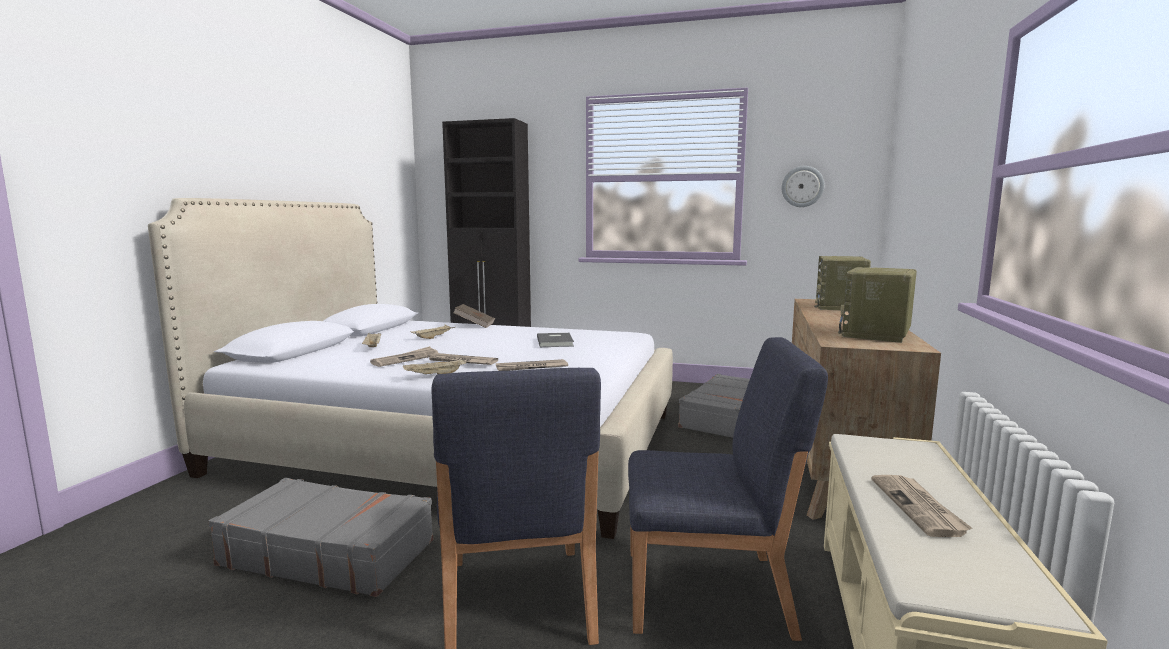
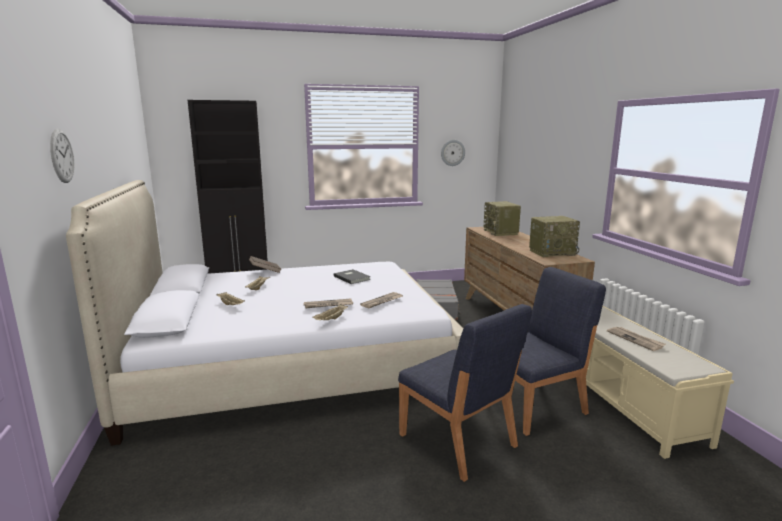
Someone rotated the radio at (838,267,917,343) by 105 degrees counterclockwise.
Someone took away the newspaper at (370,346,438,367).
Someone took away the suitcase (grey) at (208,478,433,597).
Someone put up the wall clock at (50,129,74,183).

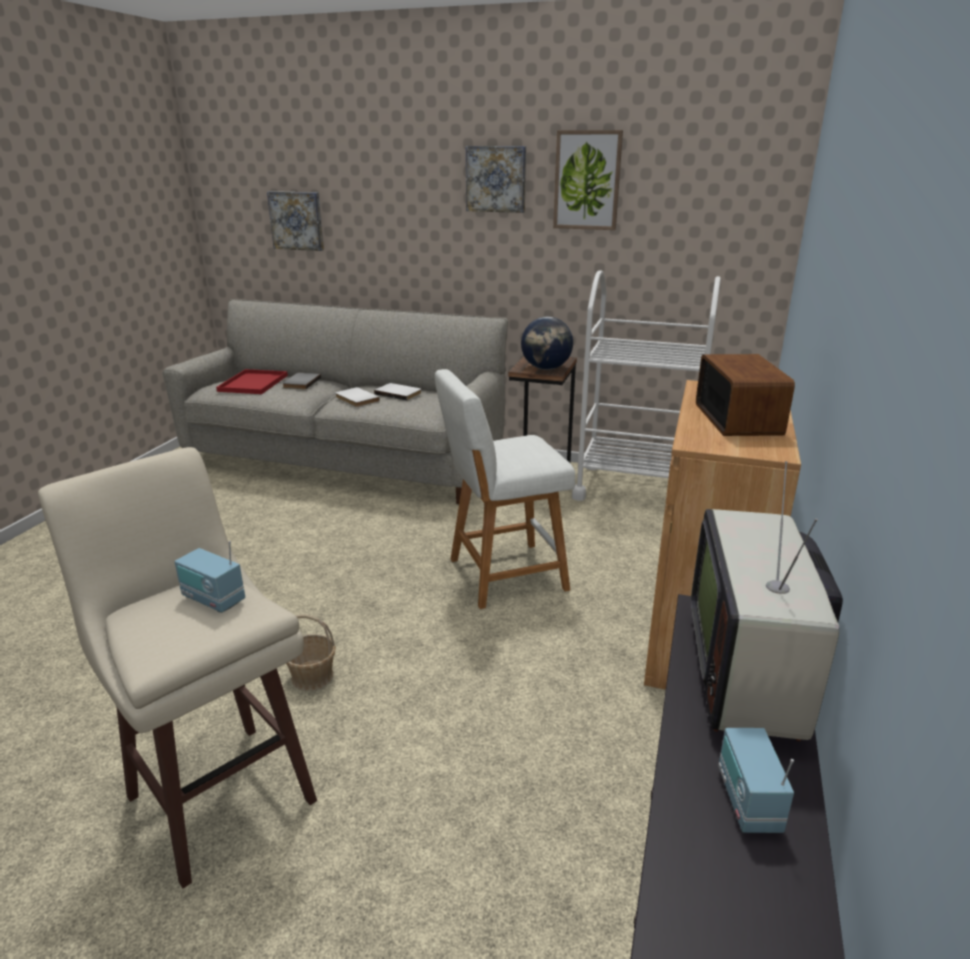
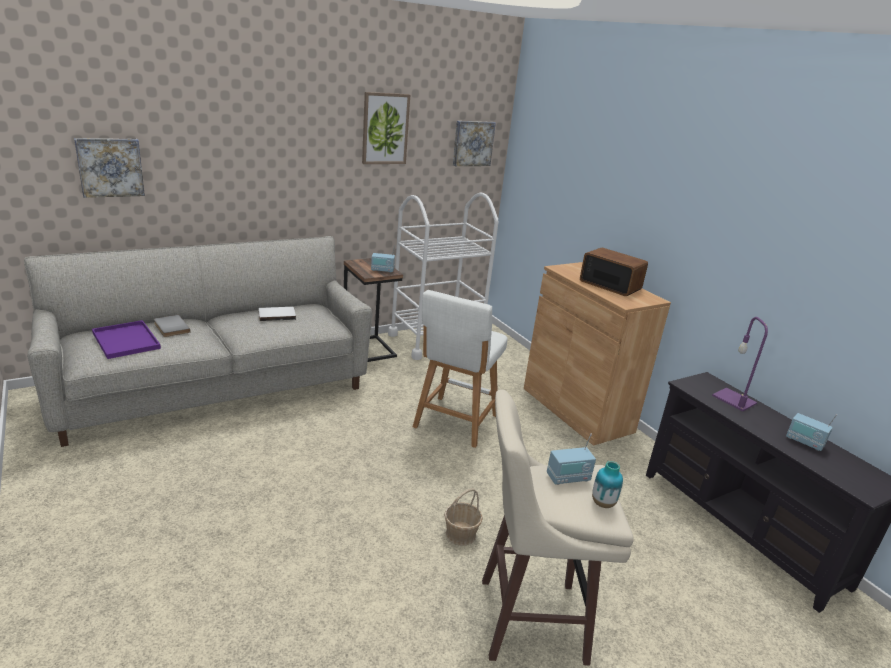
Someone carried the picture from (466,146,526,213) to (453,121,496,166).
Someone swapped the globe at (521,317,573,370) for the radio at (371,246,395,273).
Someone repainted the tray (red) at (216,369,288,394), which became the tray (purple) at (92,320,161,359).
Someone took away the book (white) at (335,387,380,407).
Someone swapped the television at (691,461,843,742) for the table lamp (purple) at (712,317,768,411).
Someone put down the vase at (592,461,623,508).

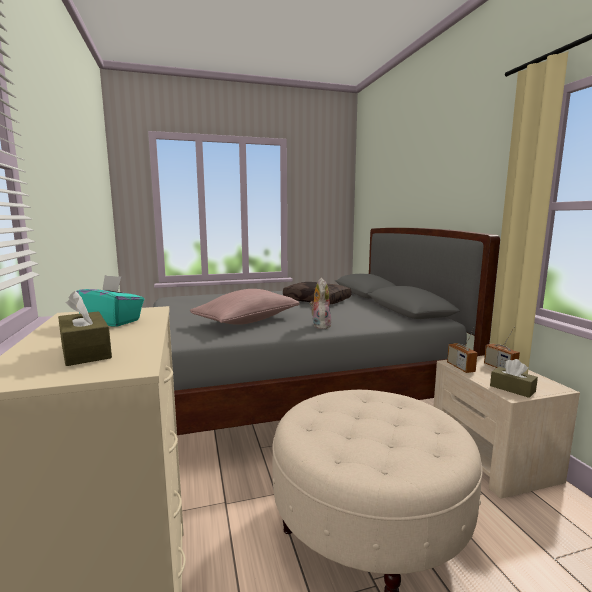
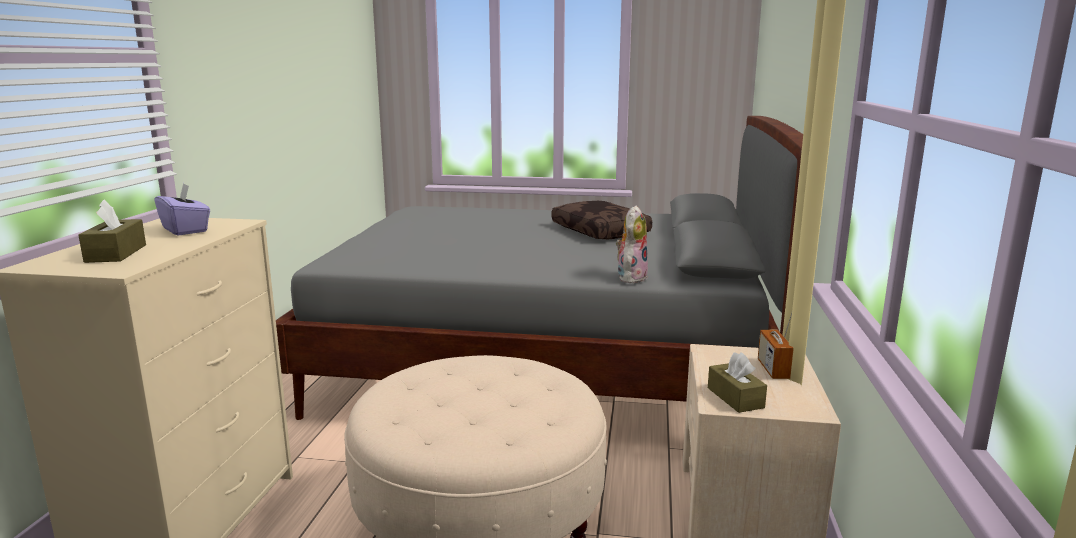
Someone repainted the tissue box (turquoise) at (76,275,144,327), which became the tissue box (purple) at (154,183,210,236).
Someone carried the plush toy from (310,278,331,329) to (616,205,648,283).
Someone took away the pillow (pink) at (190,289,300,325).
Someone took away the radio at (447,327,477,373).

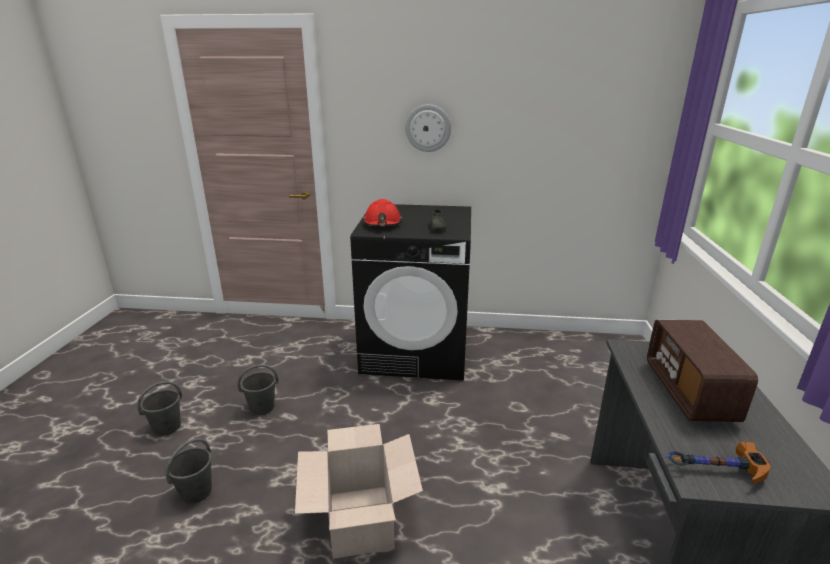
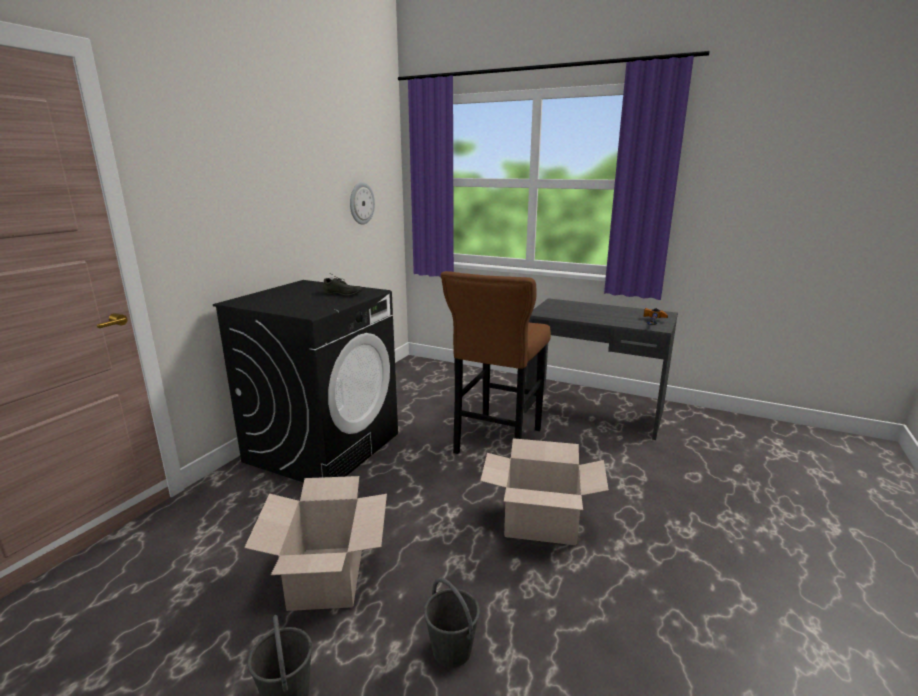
Someone carried the wall clock from (405,104,451,152) to (350,182,375,225).
Someone took away the hard hat (red) at (363,199,402,226).
Someone took away the radio at (647,320,758,422).
Someone swapped the bucket (grey) at (237,364,279,415) for the cardboard box at (244,476,387,611).
Someone put down the stool (brown) at (440,271,551,454).

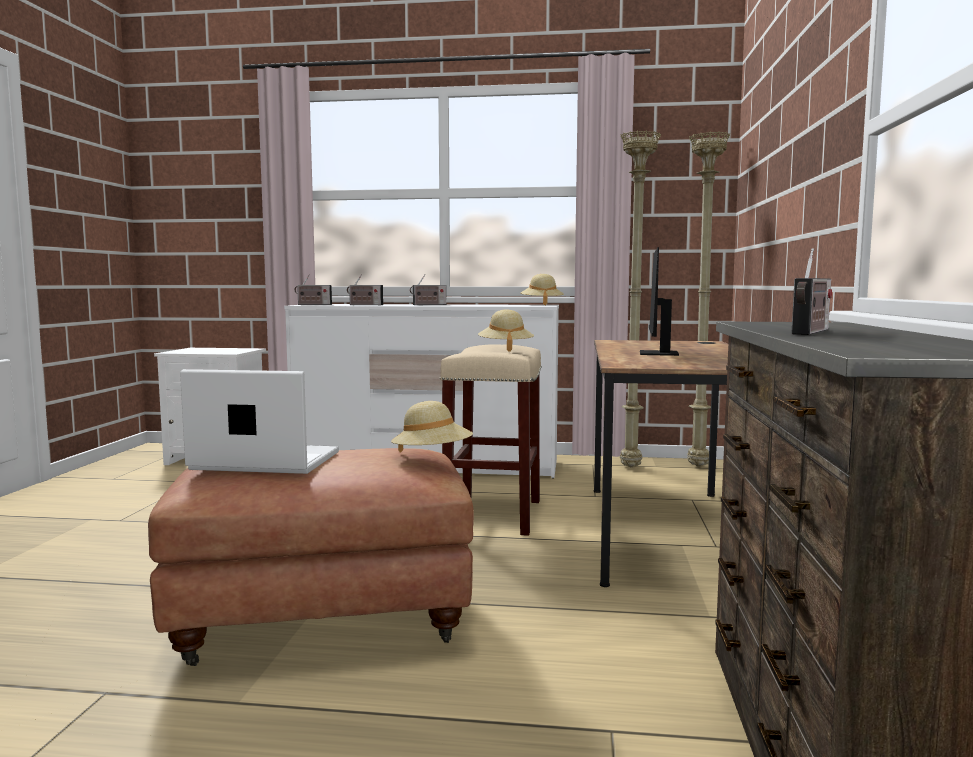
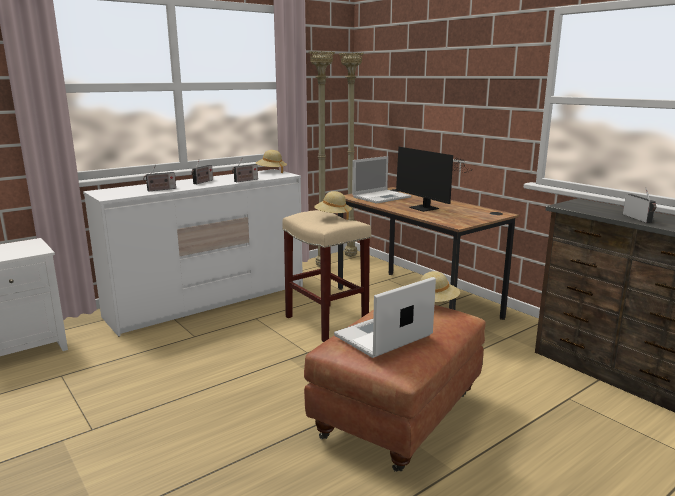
Someone carried the radio from (294,274,332,305) to (232,159,258,182).
Someone put down the laptop at (352,156,411,204).

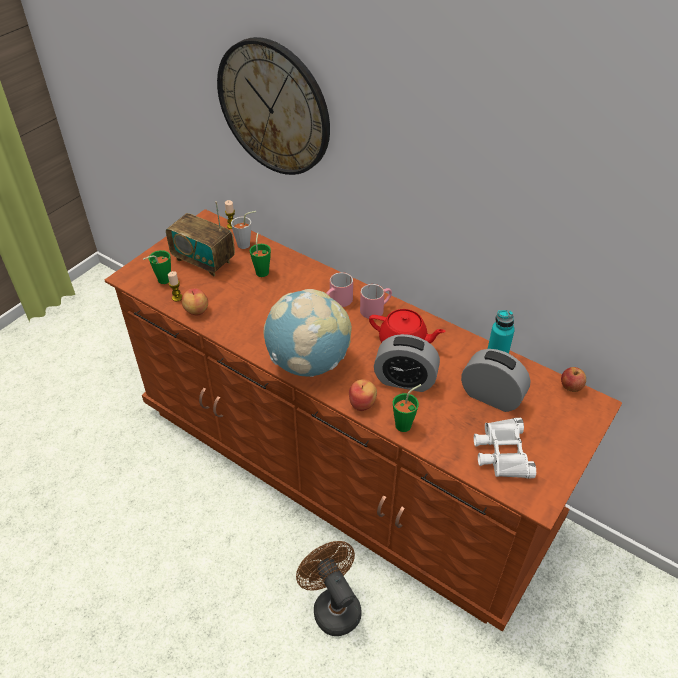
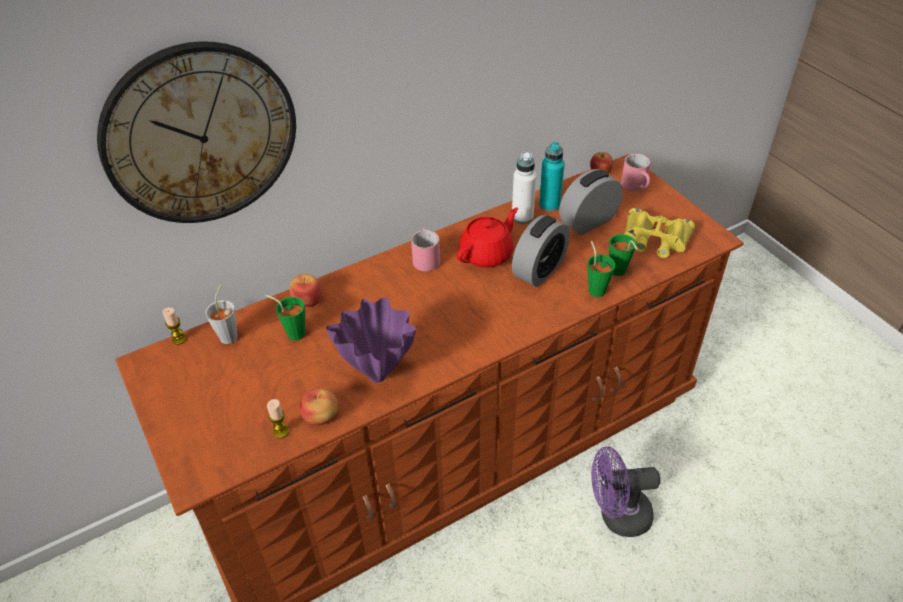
Someone took away the radio at (166,201,235,276).
Someone carried the cup (green) from (143,250,171,284) to (609,234,638,276).
Someone carried the mug (pink) from (326,272,353,307) to (621,154,651,192).
Someone took away the globe at (264,289,352,377).
Someone carried the apple from (349,379,377,411) to (290,274,323,307).
Someone repainted the binoculars (white) at (474,418,536,478), which became the binoculars (yellow) at (625,208,695,258).
Someone repainted the fan (brown) at (296,541,362,636), which became the fan (purple) at (591,446,661,537).
Someone put down the bottle (white) at (512,151,536,224).
Someone put down the vase (purple) at (326,298,416,383).

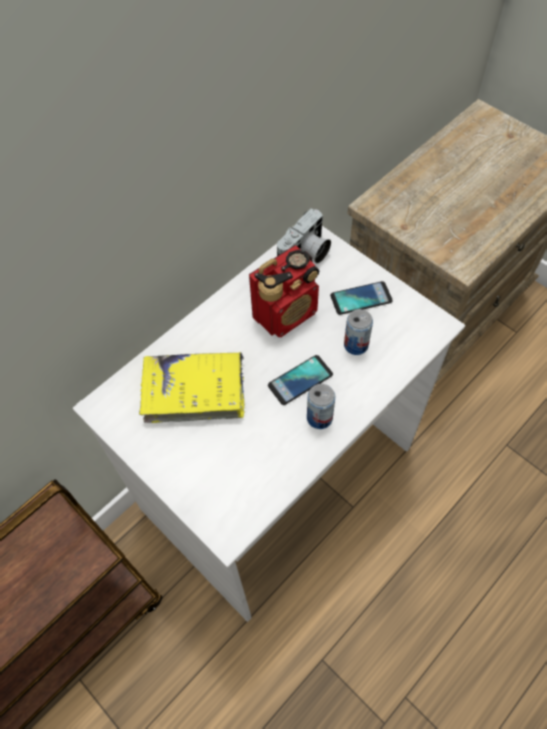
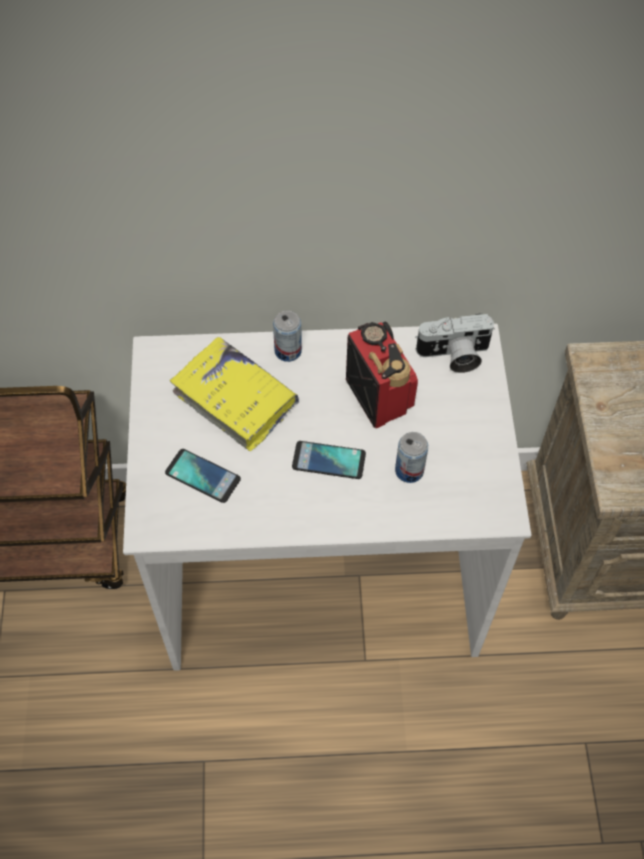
Someone rotated the radio at (249,245,319,337) by 120 degrees counterclockwise.
Someone carried the phone from (330,281,393,315) to (165,449,241,503).
Someone carried the can from (307,384,335,429) to (273,310,302,362).

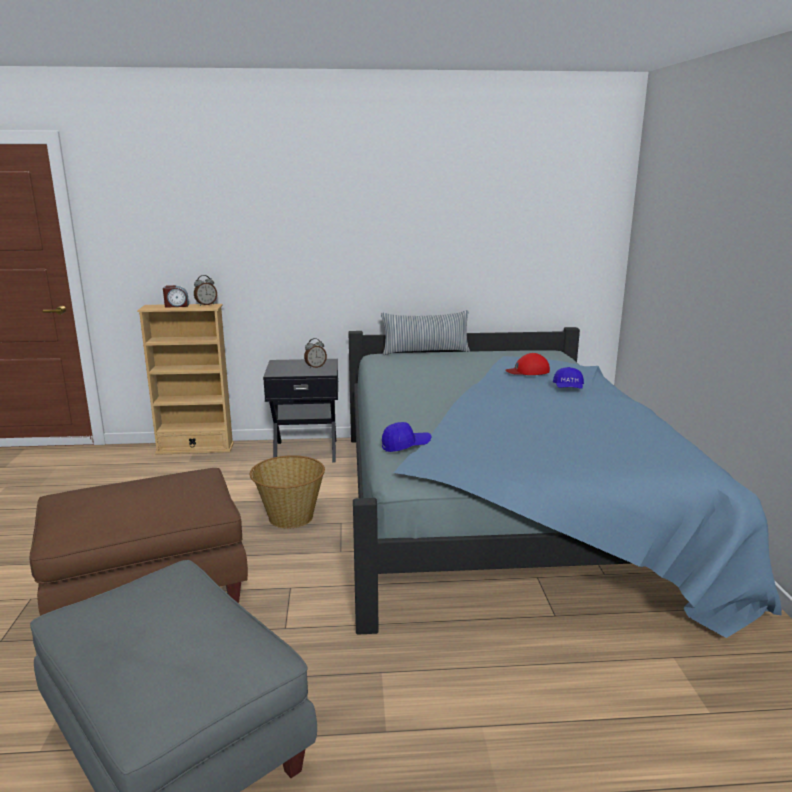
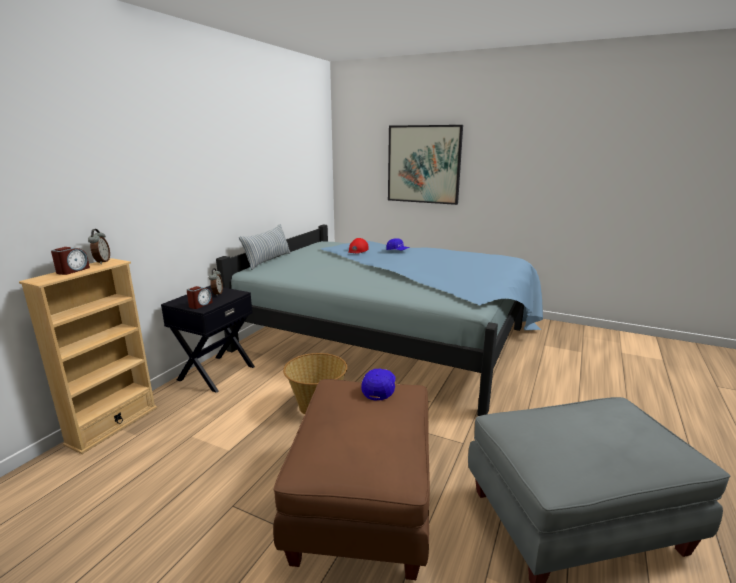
Someone carried the cap (blue) from (382,422,431,452) to (361,369,396,401).
Someone put up the picture at (388,125,463,205).
Someone put down the alarm clock at (187,286,213,309).

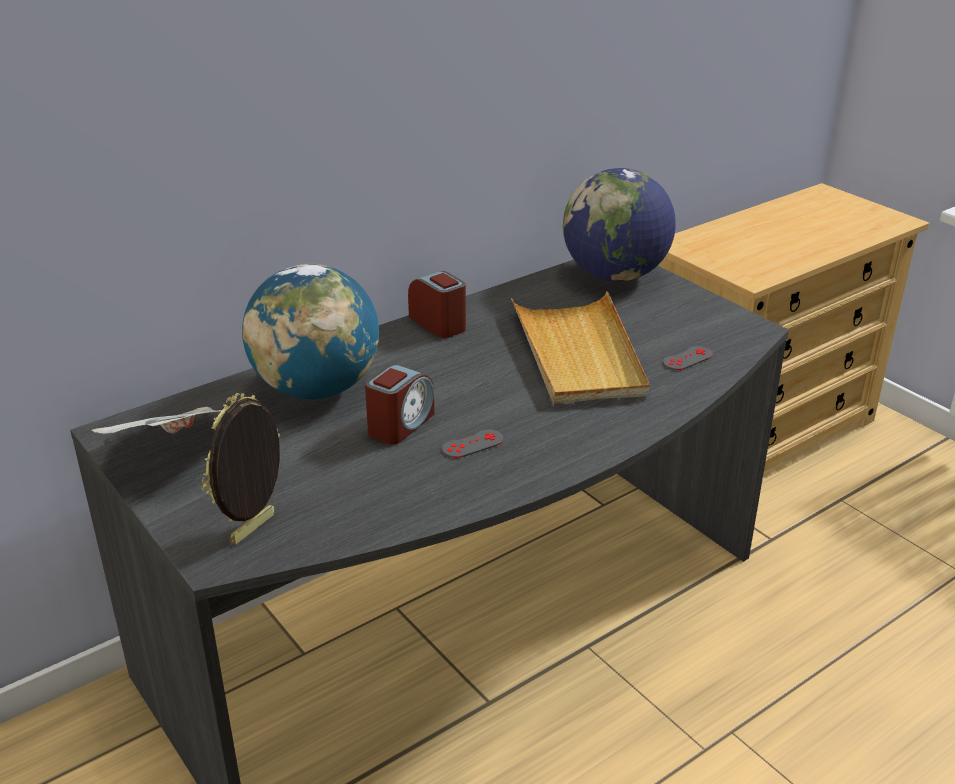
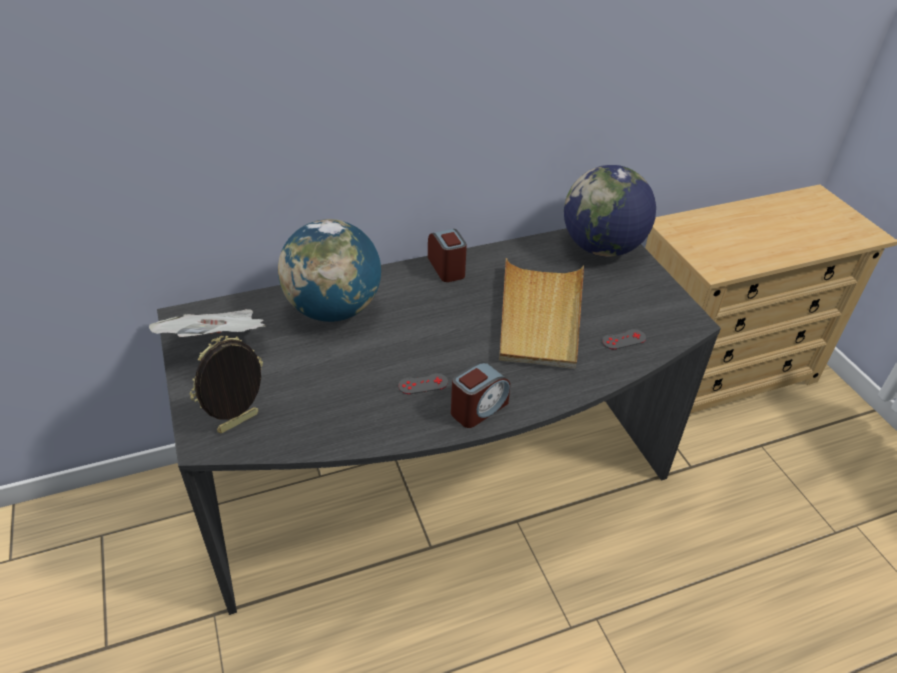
Someone carried the alarm clock from (365,364,434,445) to (451,362,510,428).

